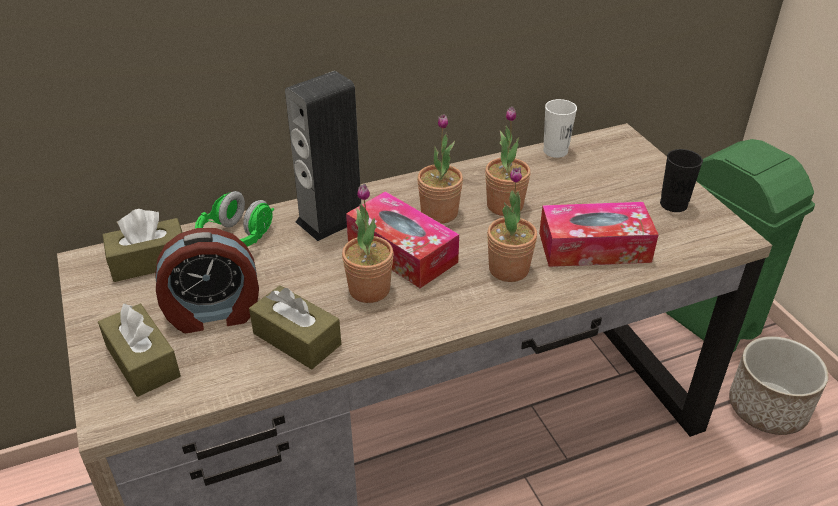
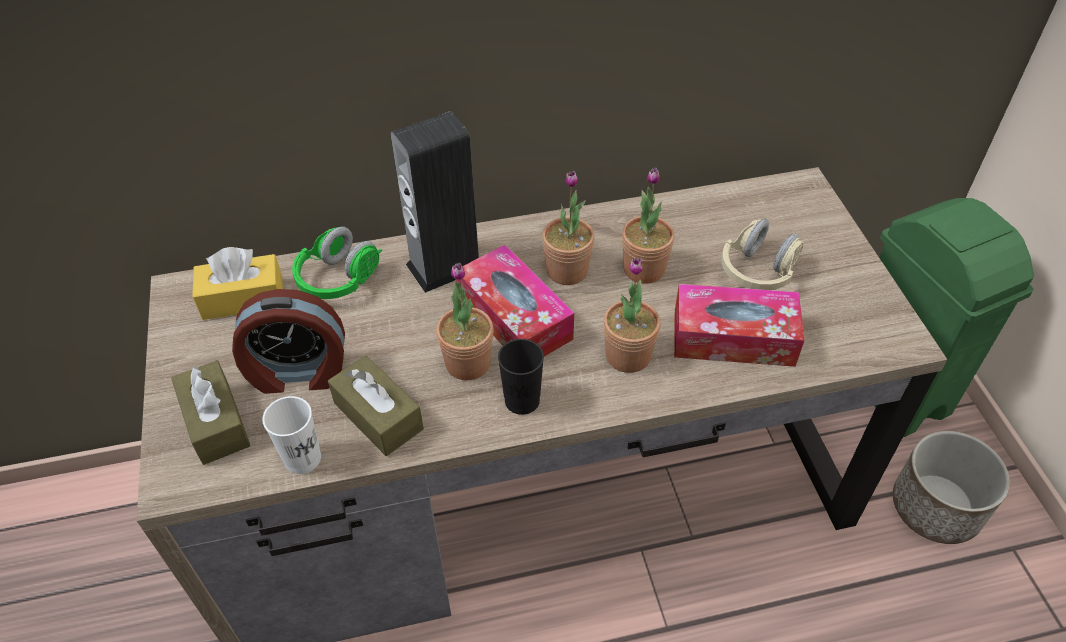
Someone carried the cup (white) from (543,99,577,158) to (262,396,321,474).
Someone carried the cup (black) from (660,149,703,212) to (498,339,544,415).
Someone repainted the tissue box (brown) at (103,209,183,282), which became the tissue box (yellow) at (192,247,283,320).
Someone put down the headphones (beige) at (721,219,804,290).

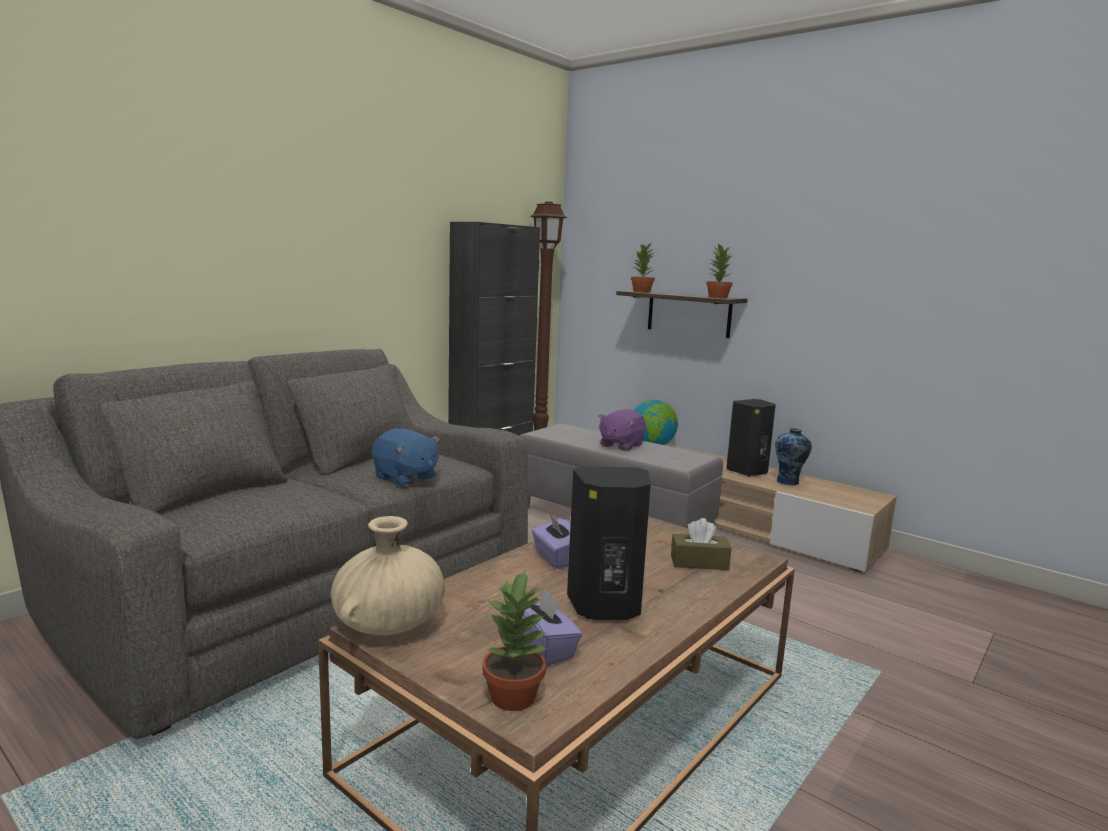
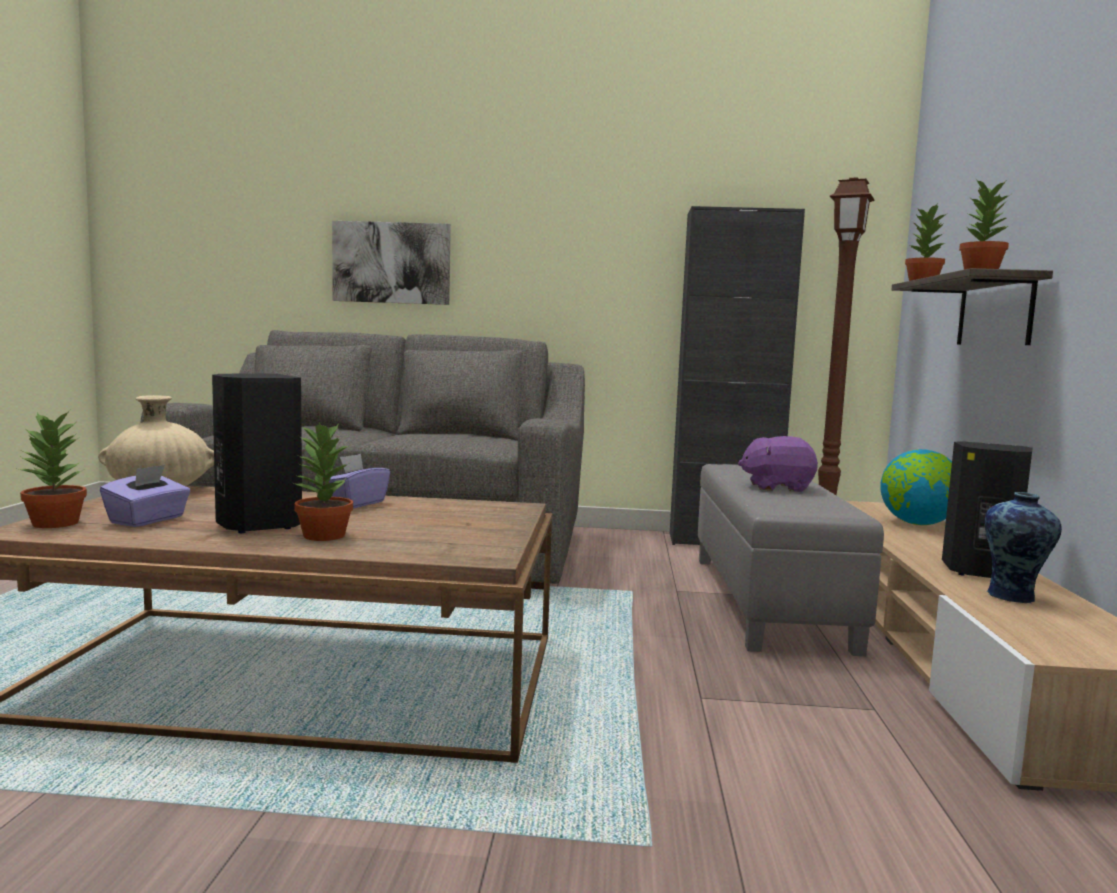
Someone took away the plush toy (blue) at (372,428,440,486).
Someone took away the tissue box (brown) at (671,518,731,570).
Someone put up the picture at (332,221,451,305).
Someone put down the potted plant at (294,423,353,541).

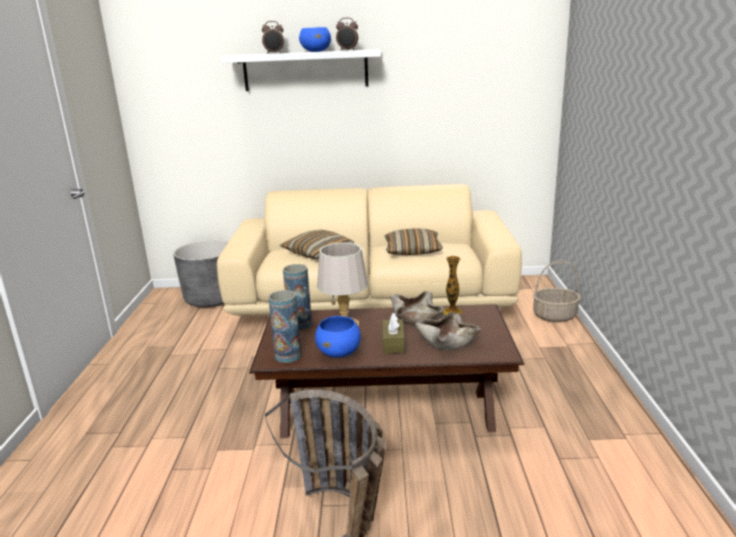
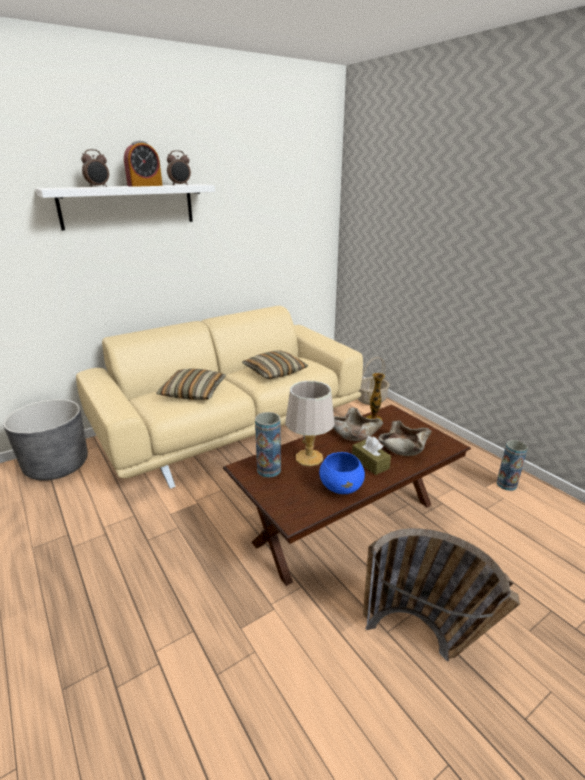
Someone swapped the bowl (blue) at (299,27,331,52) for the alarm clock at (124,141,163,187).
Someone carried the vase from (268,290,301,363) to (497,440,528,491).

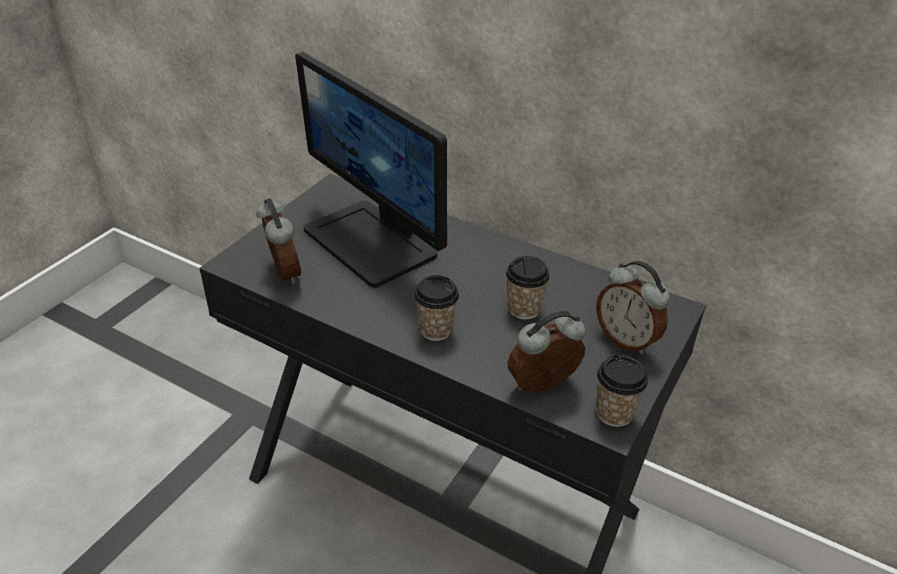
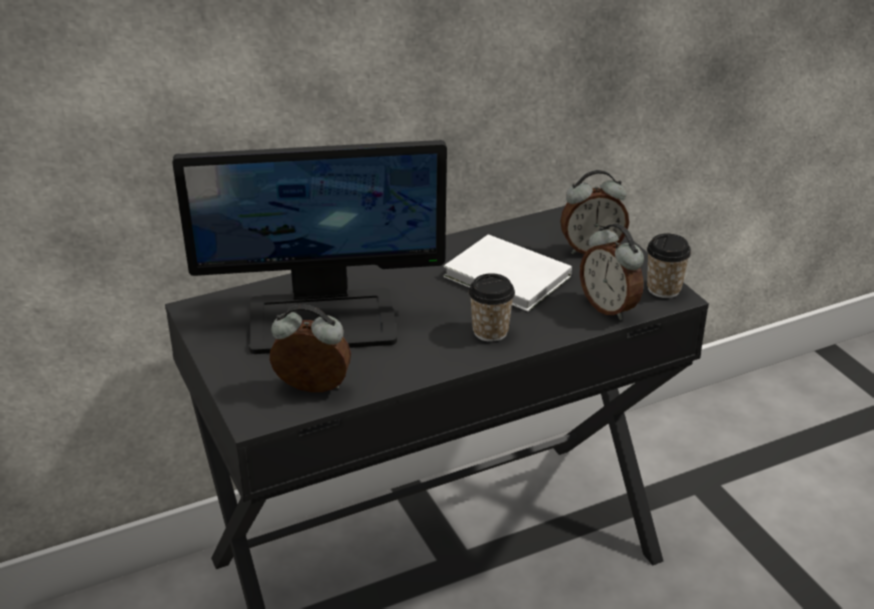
Someone swapped the cup at (506,256,550,320) for the book (white) at (444,234,572,312).
Someone rotated the alarm clock at (508,311,585,392) by 45 degrees counterclockwise.

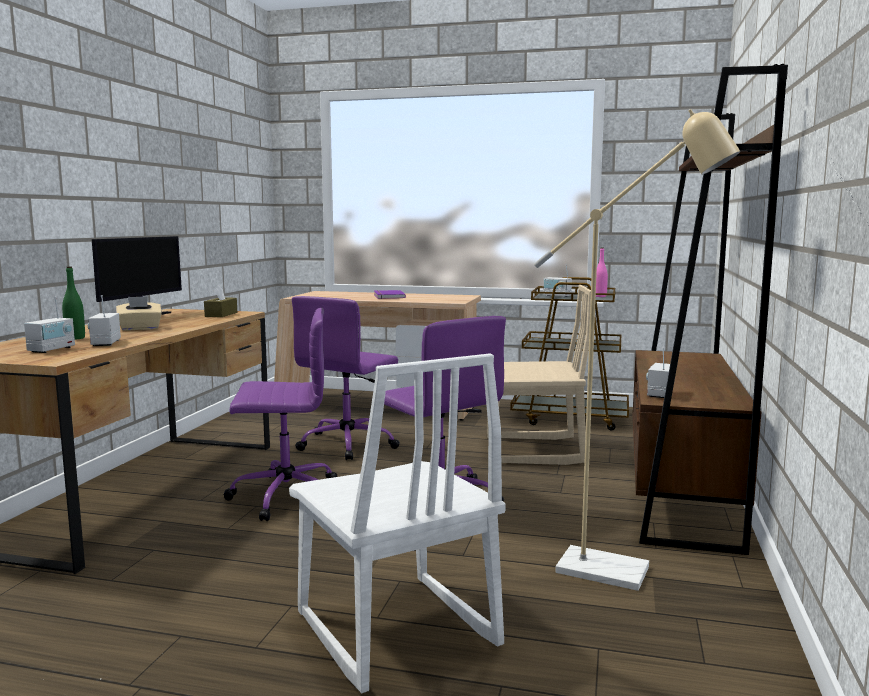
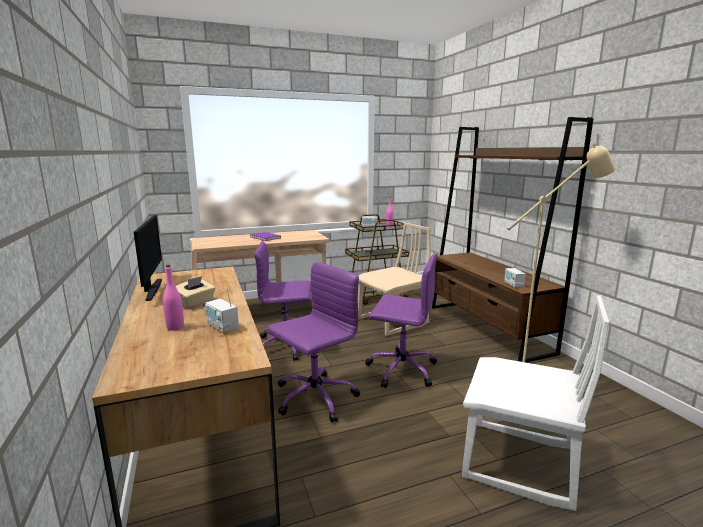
Someone repainted the bottle (green) at (62,266,85,340), which became the bottle (pink) at (163,265,184,331).
Someone took away the tissue box (brown) at (204,284,237,317).
Someone took away the radio at (24,296,75,353).
Someone rotated the office chair (purple) at (292,296,400,460) by 90 degrees clockwise.

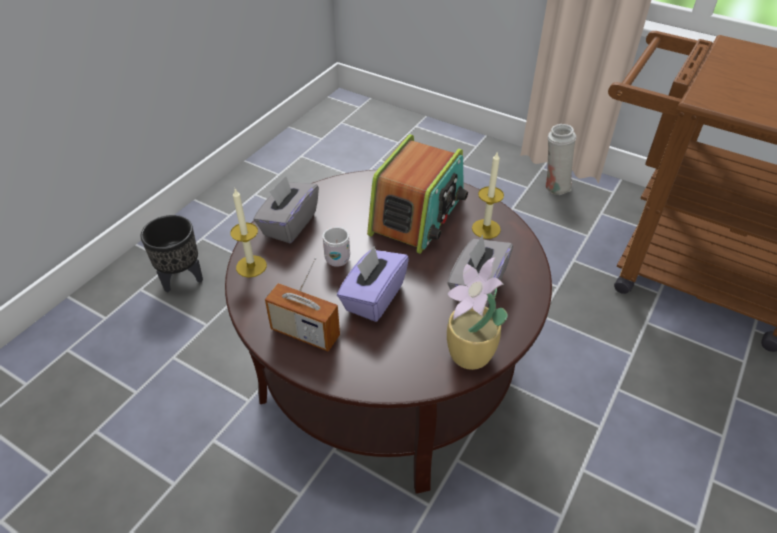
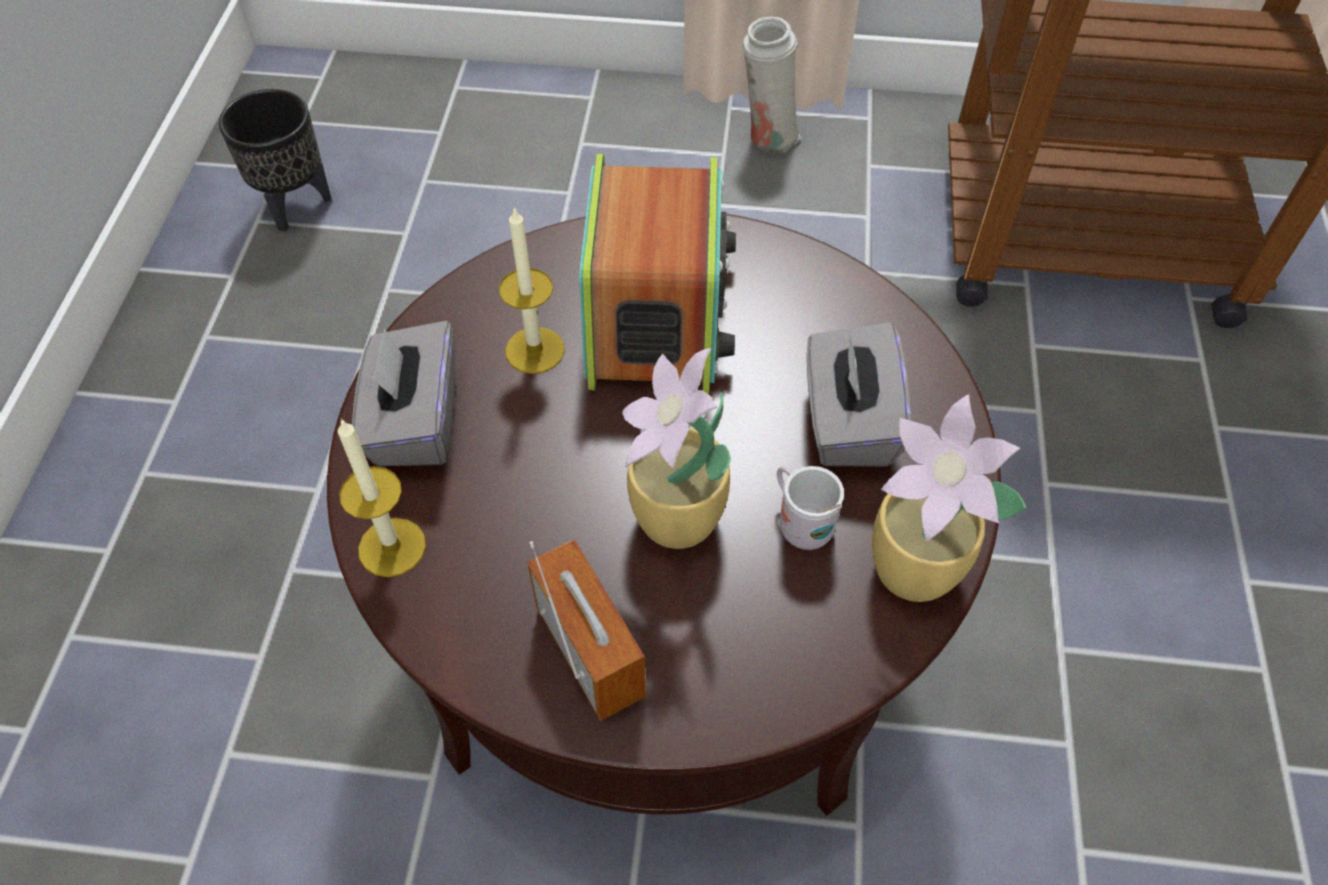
Someone carried the candle from (472,153,504,239) to (499,206,565,374).
Someone carried the planter (black) from (141,215,203,293) to (219,89,332,232).
Someone carried the mug (white) from (323,227,350,267) to (777,466,844,550).
Someone swapped the tissue box (purple) at (337,246,409,322) for the potted plant at (622,348,731,549).
Someone rotated the radio at (265,257,340,352) by 120 degrees counterclockwise.

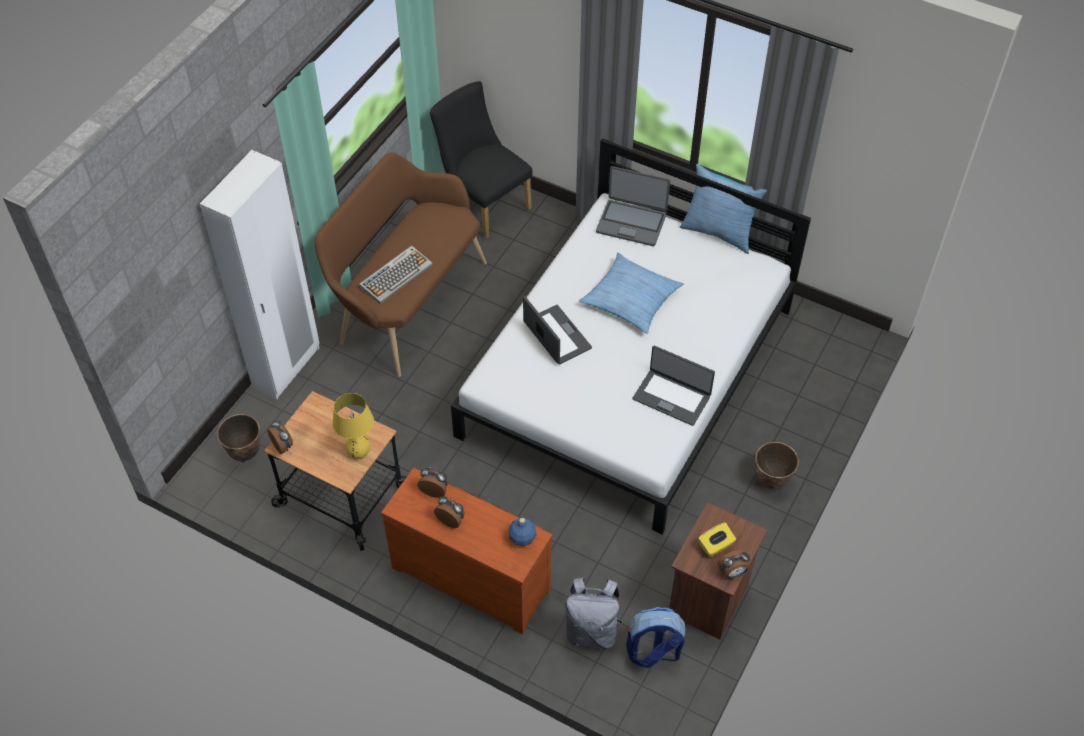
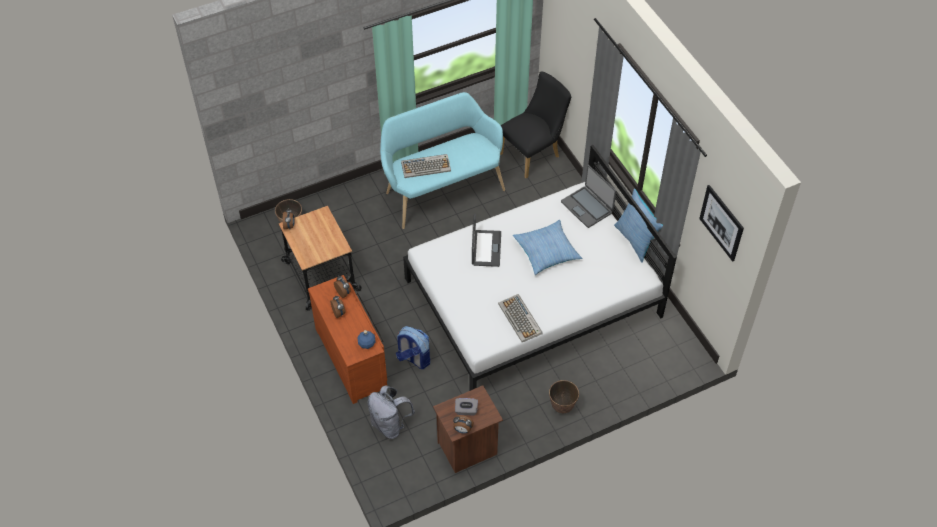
Someone rotated the chair (black) at (430,81,533,239) by 60 degrees clockwise.
Someone took away the wardrobe (white) at (200,150,320,399).
Someone repainted the bench (brown) at (315,152,487,377), which became the bench (turquoise) at (380,92,505,229).
Someone swapped the laptop at (633,345,715,426) for the keyboard at (498,294,543,342).
Someone took away the table lamp (yellow) at (332,393,374,459).
Someone repainted the tissue box (yellow) at (698,522,736,557), which became the tissue box (grey) at (455,398,478,415).
Someone carried the backpack from (626,607,685,668) to (396,326,430,369).
Someone put up the picture at (699,185,744,262).

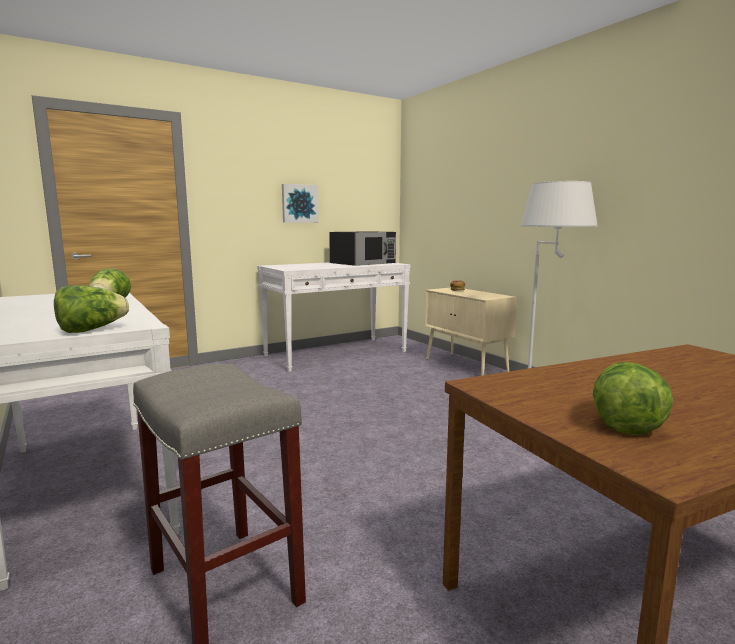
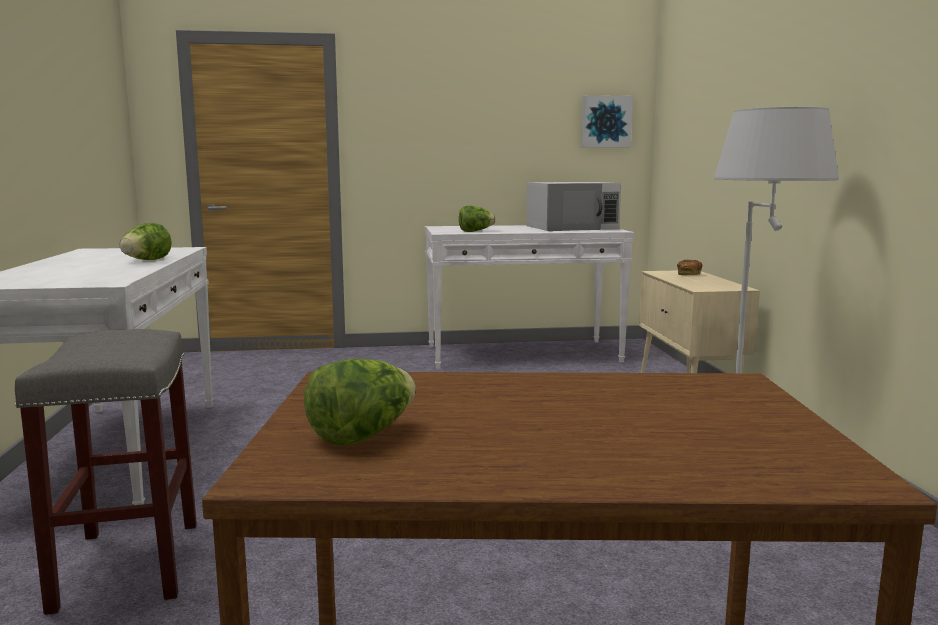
Someone carried the picture from (282,184,318,223) to (581,95,633,148).
Someone repainted the microwave (black) at (329,231,396,266), which became the microwave (white) at (526,182,621,231).
Someone carried the lettuce from (54,285,129,333) to (459,206,496,232).

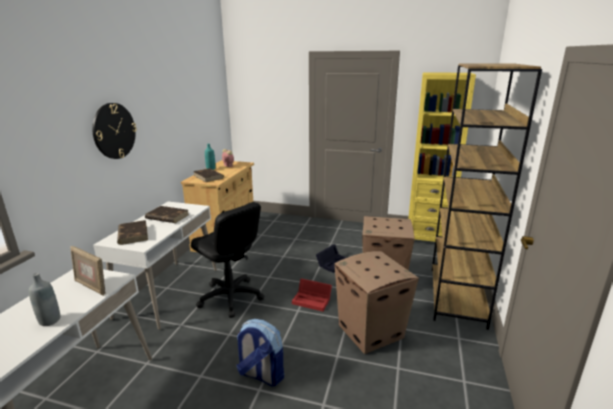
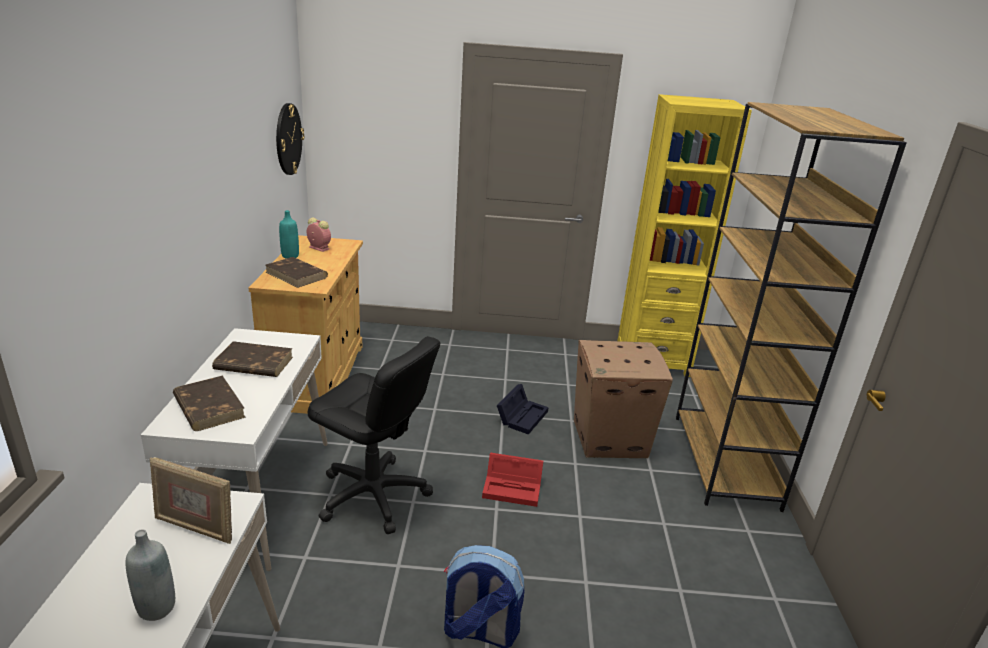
Someone carried the wall clock from (92,103,137,159) to (276,103,304,175).
Someone took away the cardboard box at (334,251,419,354).

